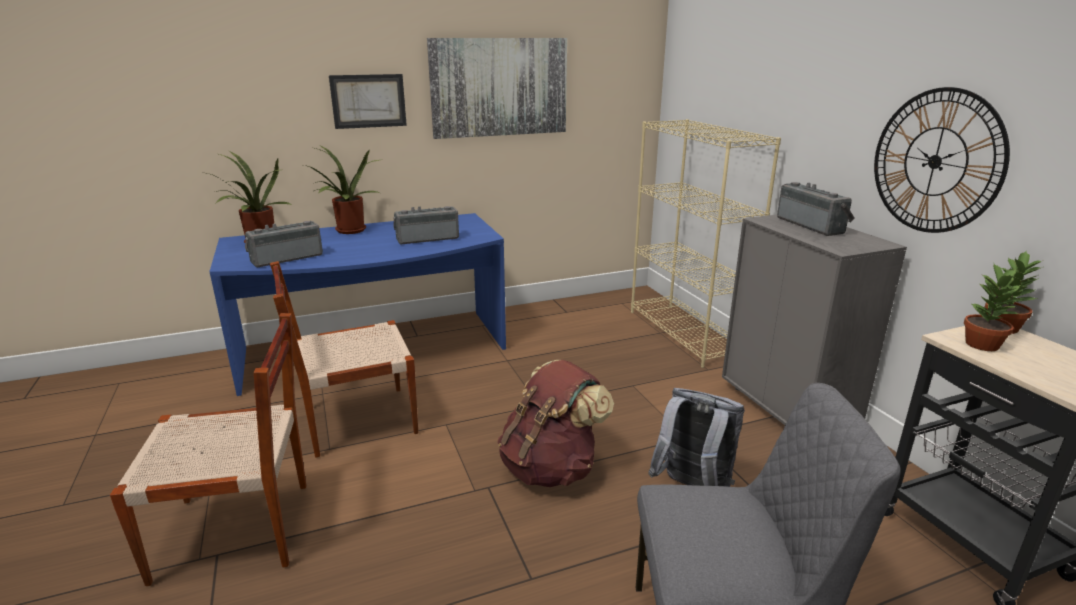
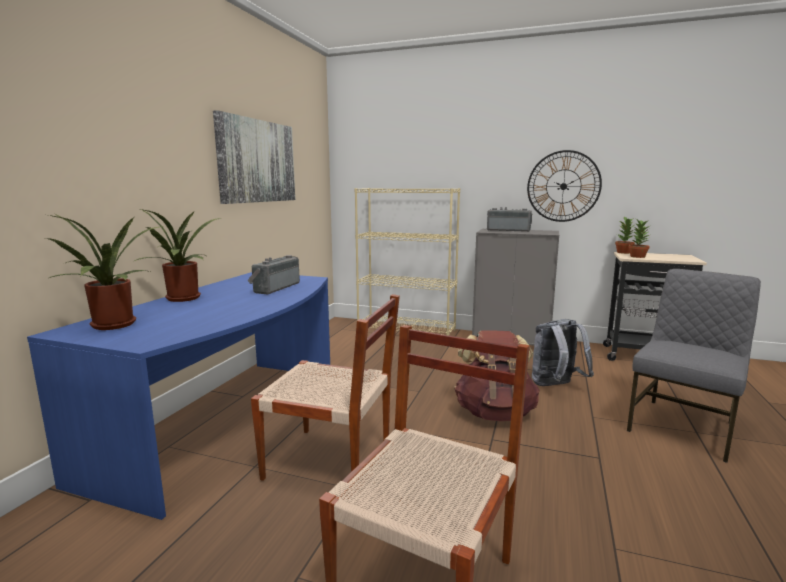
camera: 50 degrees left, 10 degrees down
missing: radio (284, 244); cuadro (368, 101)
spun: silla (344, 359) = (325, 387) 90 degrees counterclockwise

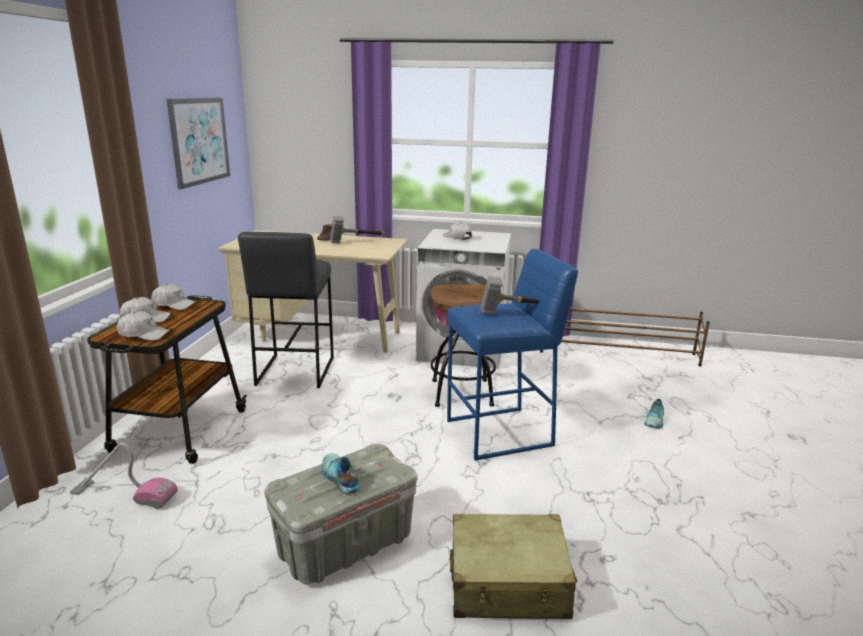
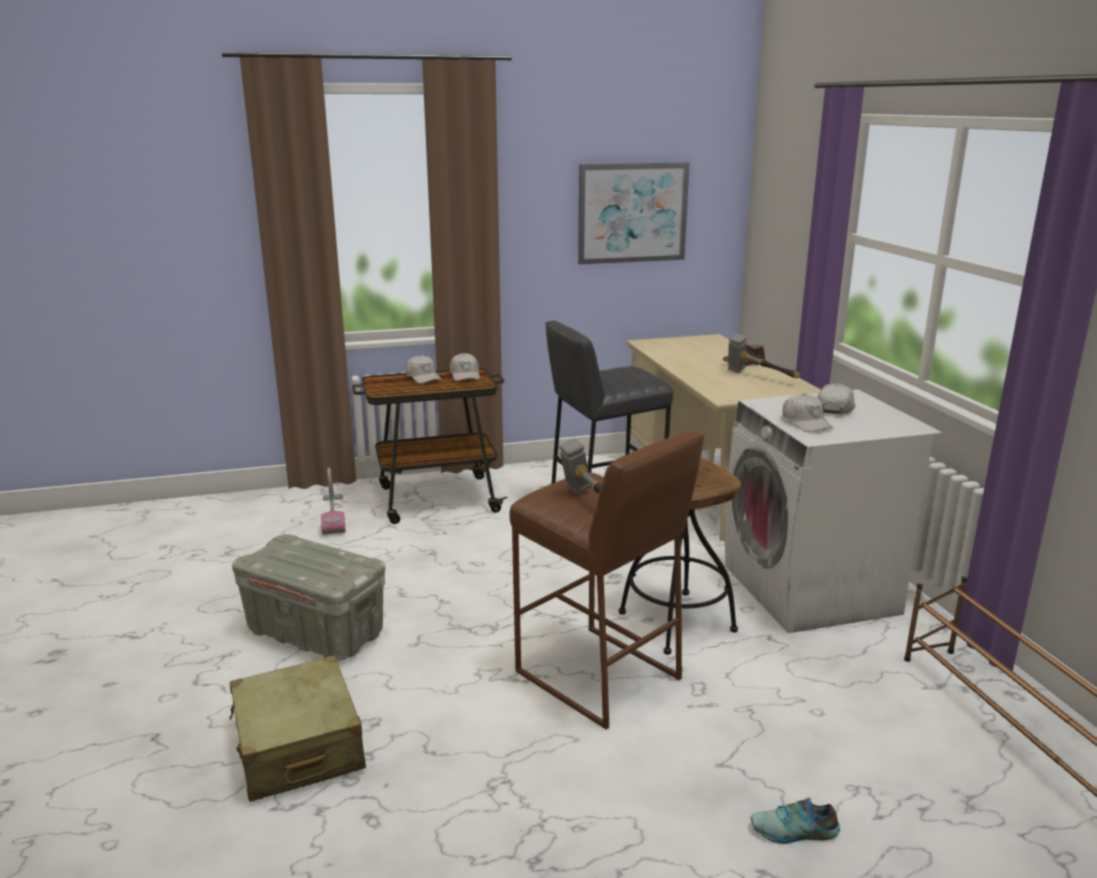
camera: 65 degrees right, 0 degrees up
missing: zapato (341, 473)
relocated: gorra (blanco) (143, 326) to (807, 412)
colour: taburete (azul) (512, 355) to taburete (marrón) (607, 580)

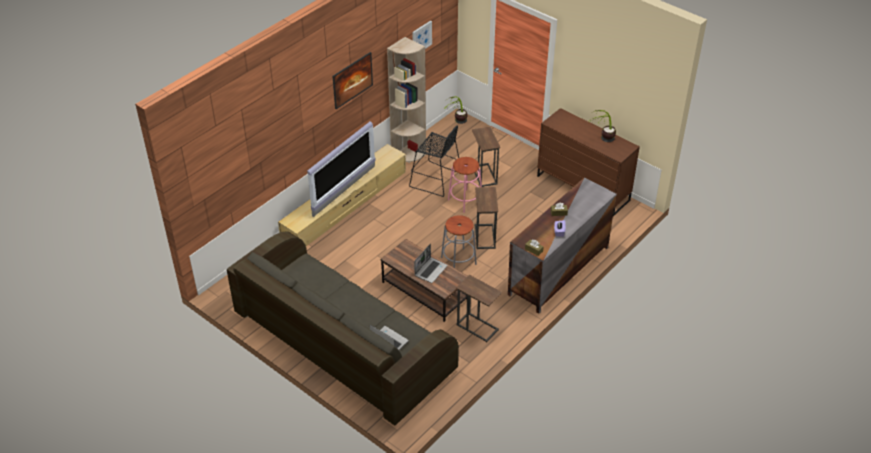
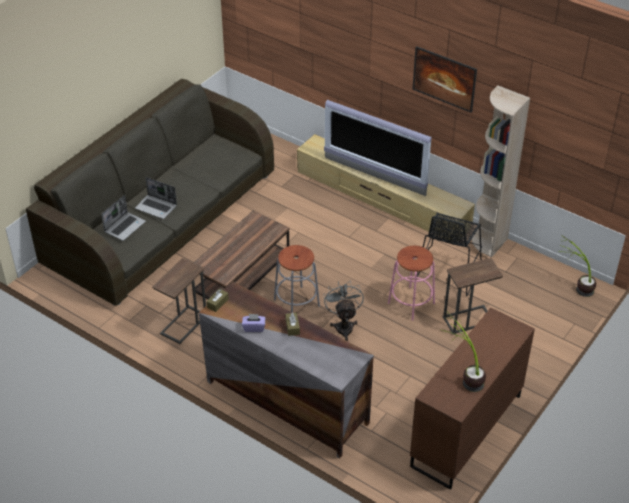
camera: 85 degrees right, 0 degrees up
missing: cuadro (422, 35)
relocated: portátil (431, 263) to (156, 198)
exchanged: mesa auxiliar (marrón) (486, 218) to ventilador (gris) (344, 311)

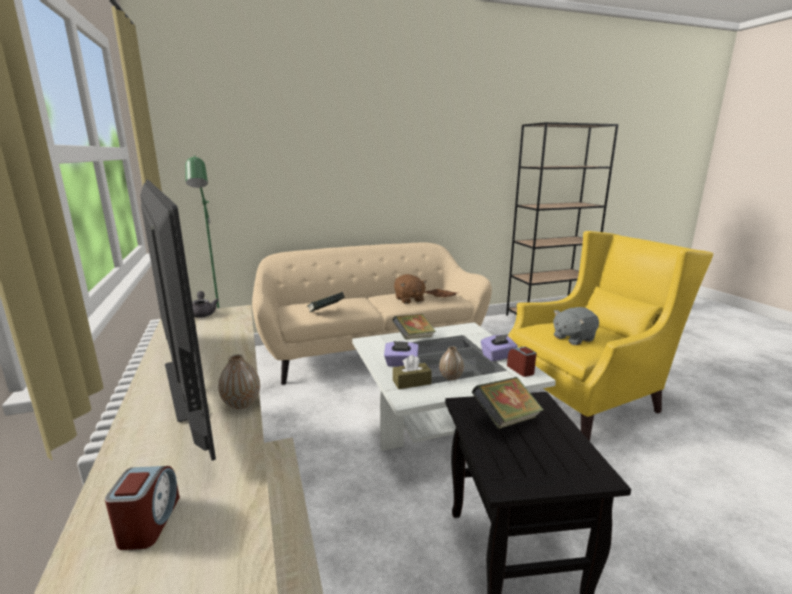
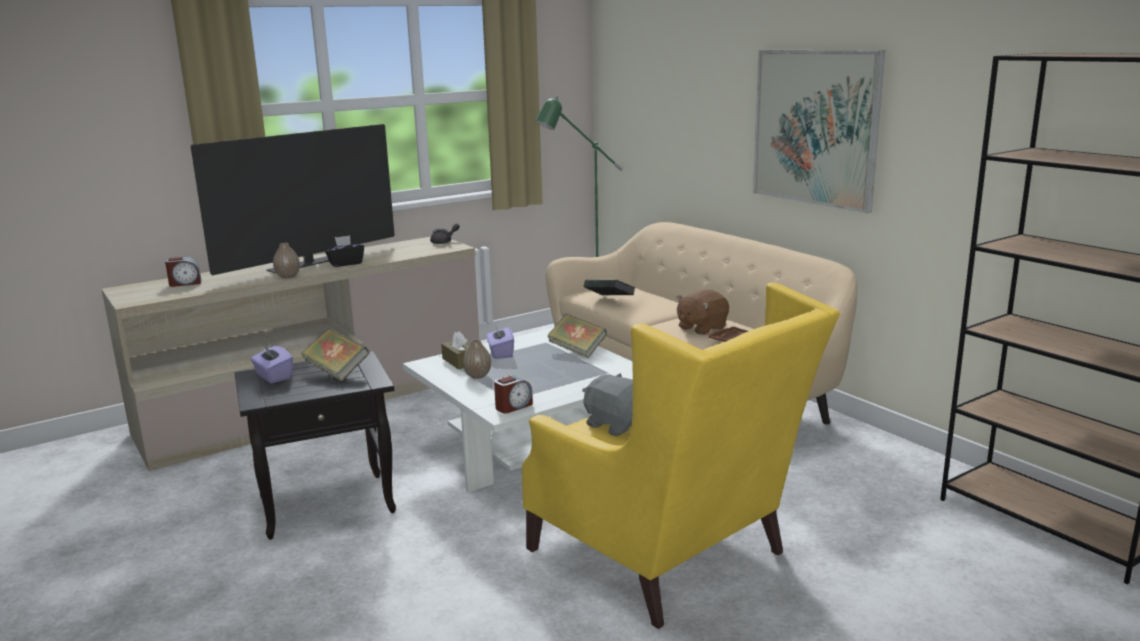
camera: 75 degrees right, 0 degrees up
appeared: caja de pañuelos (negro) (344, 251); cuadro (819, 131)
relocated: caja de pañuelos (morado) (499, 347) to (271, 363)

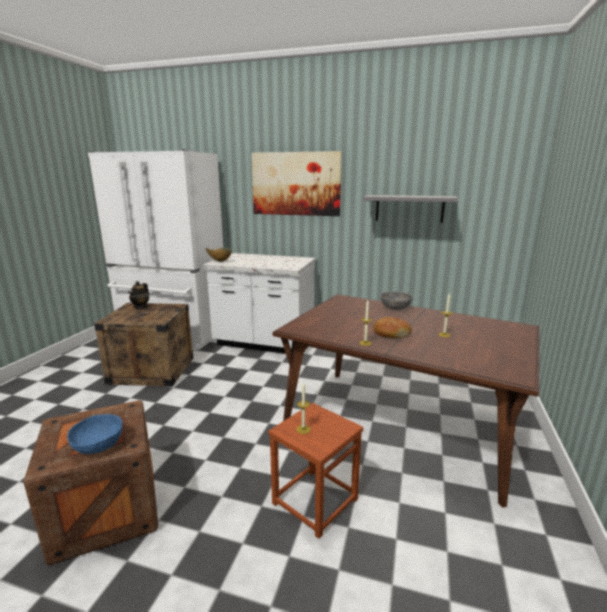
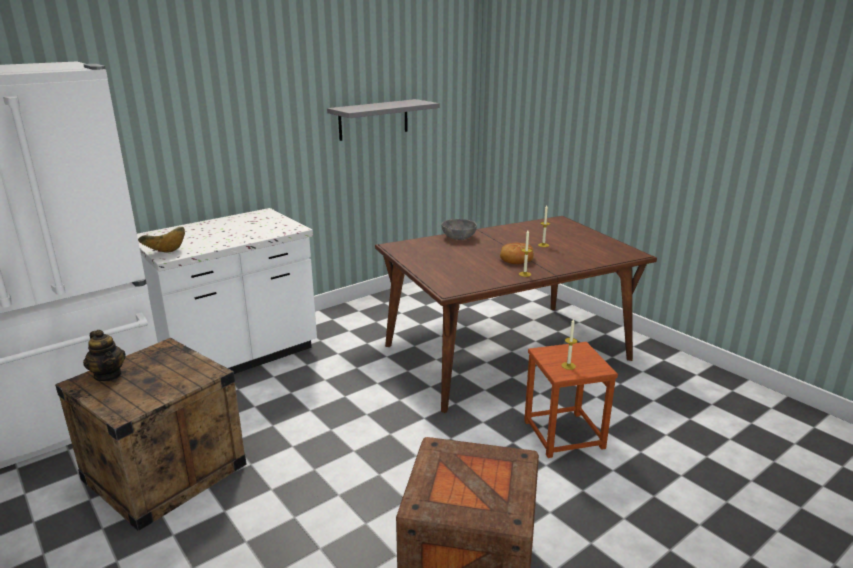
camera: 55 degrees left, 5 degrees up
missing: cuenco (azul) (95, 434); cuadro (296, 183)

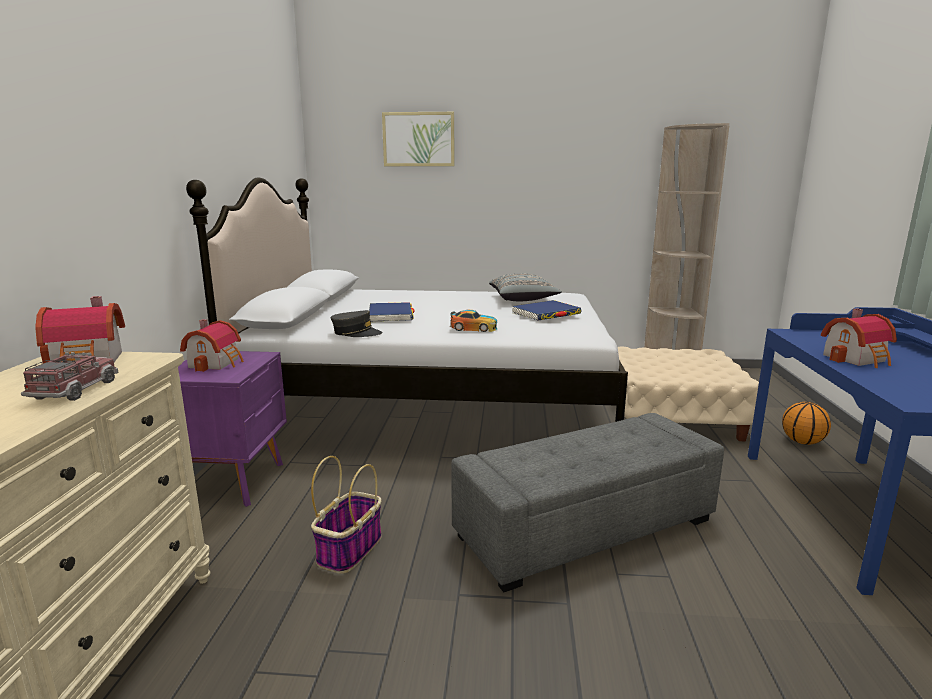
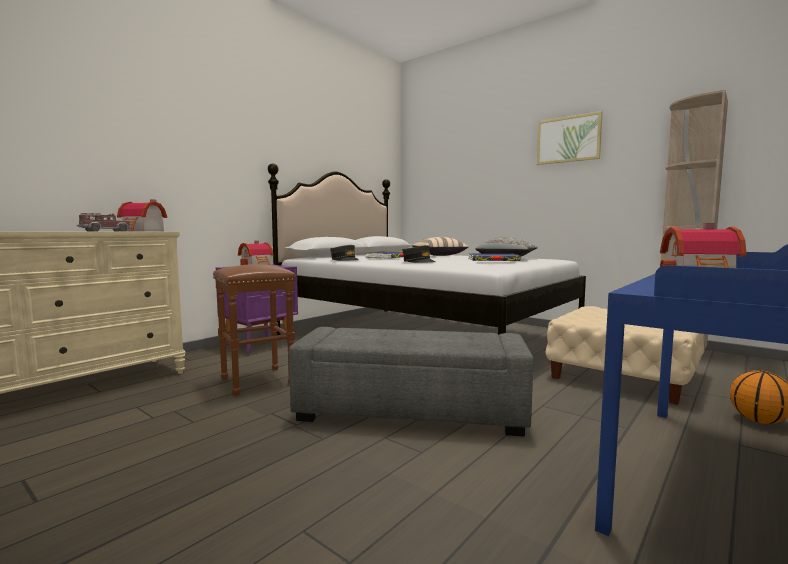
camera: 35 degrees right, 10 degrees down
appeared: cojín (beis) (440, 246)
relocated: cuadro (418, 139) to (570, 138)
exchanged: cesta (346, 515) to taburete (marrón) (254, 330); coche de juguete (473, 321) to gorra (gris) (419, 254)

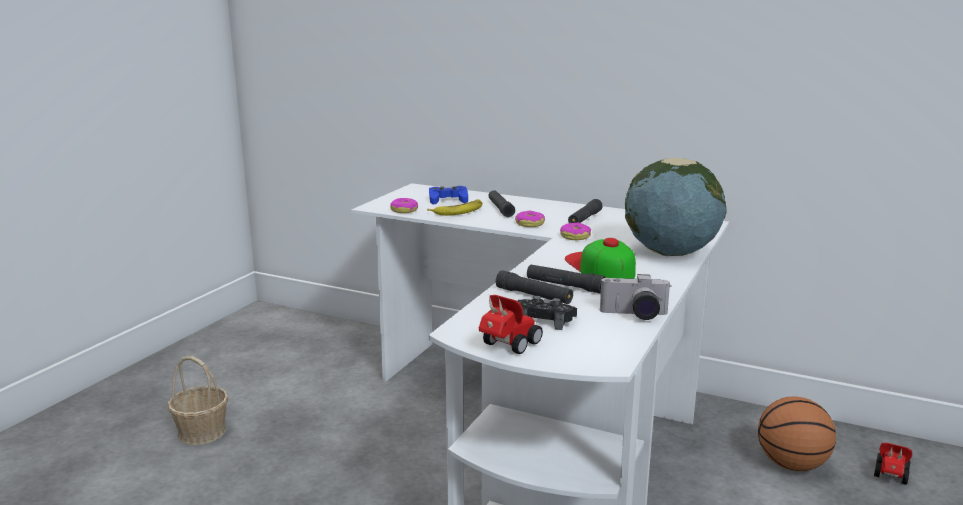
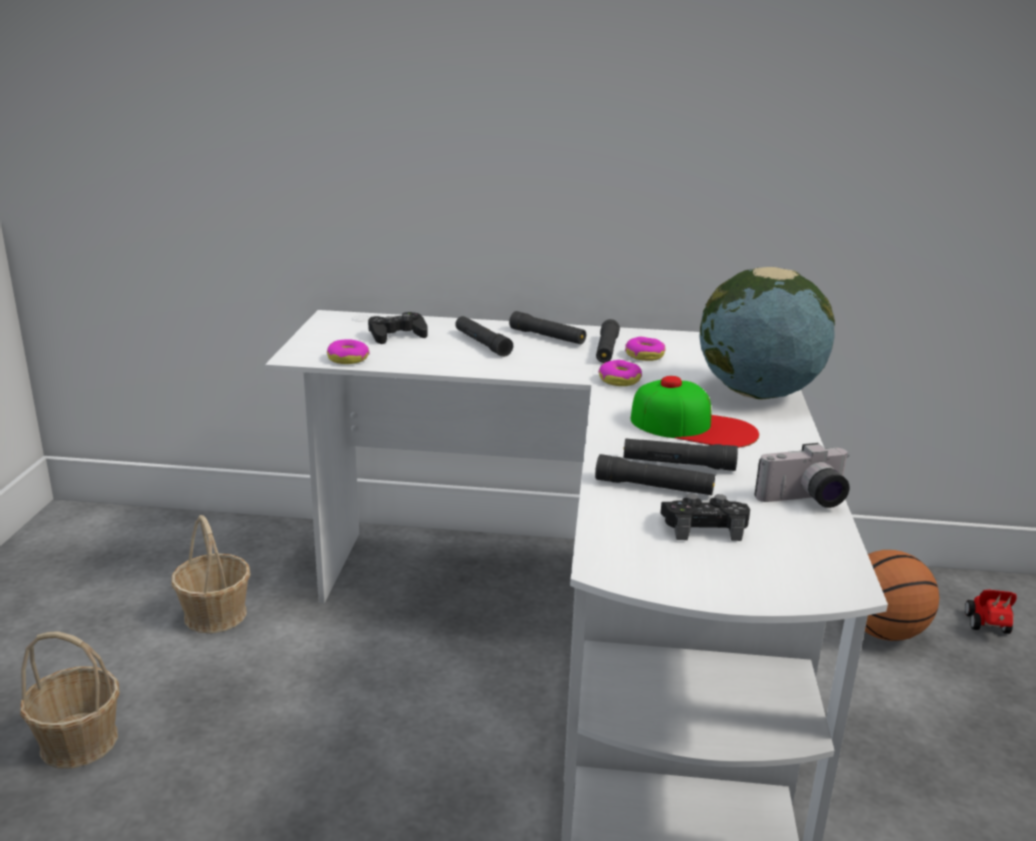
camera: 20 degrees left, 5 degrees up
missing: plátano (455, 207); coche de juguete (511, 324)
appeared: cesta (210, 574); linterna (negro) (547, 327)
relocated: rosquilla (530, 218) to (645, 349)
colour: mando de consola (azul) (448, 195) to mando de consola (negro) (398, 328)
spun: gorra (600, 258) = (695, 412) 150 degrees clockwise

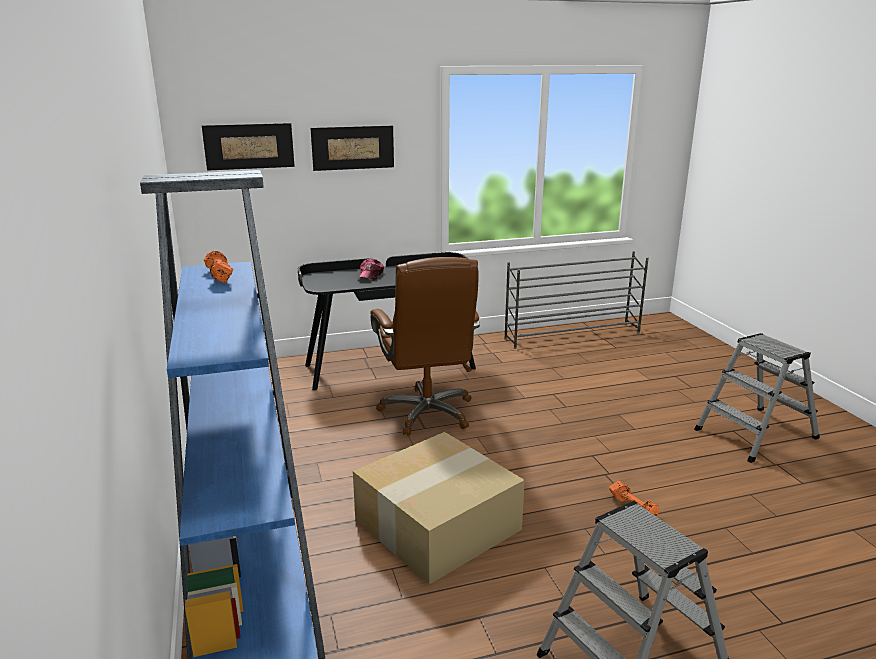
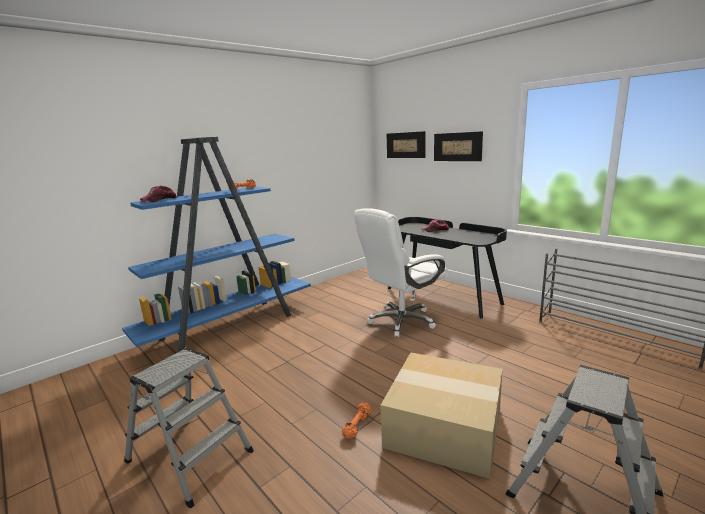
camera: 65 degrees right, 5 degrees down
appeared: gorra (158, 194)
relocated: caja de cartón (439, 508) to (441, 416)
colour: silla de oficina (marrón) (425, 346) to silla de oficina (blanco) (401, 272)

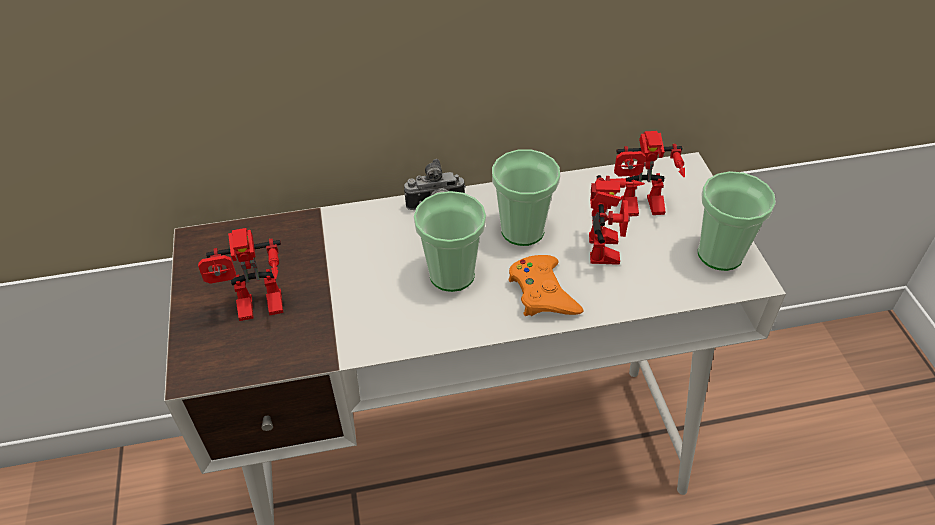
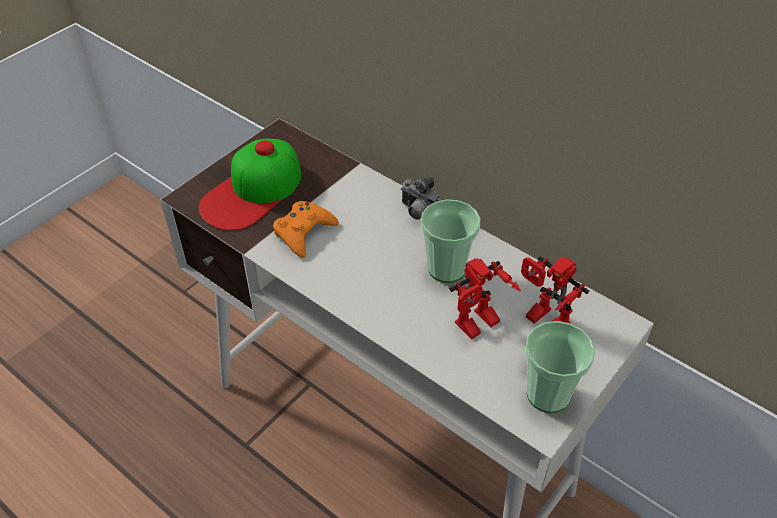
camera: 50 degrees right, 0 degrees up
missing: taza (450, 241)
relocated: mando de consola (naranja) (545, 285) to (306, 229)
exchanged: robot de juguete (240, 274) to gorra (250, 184)

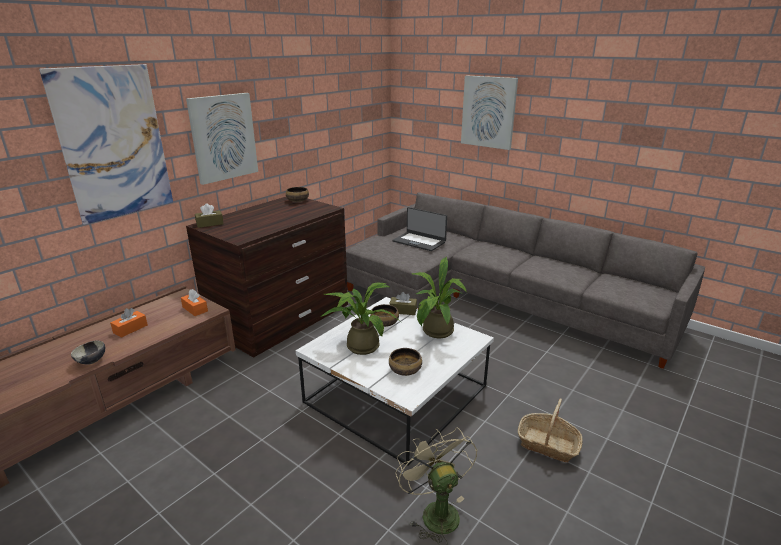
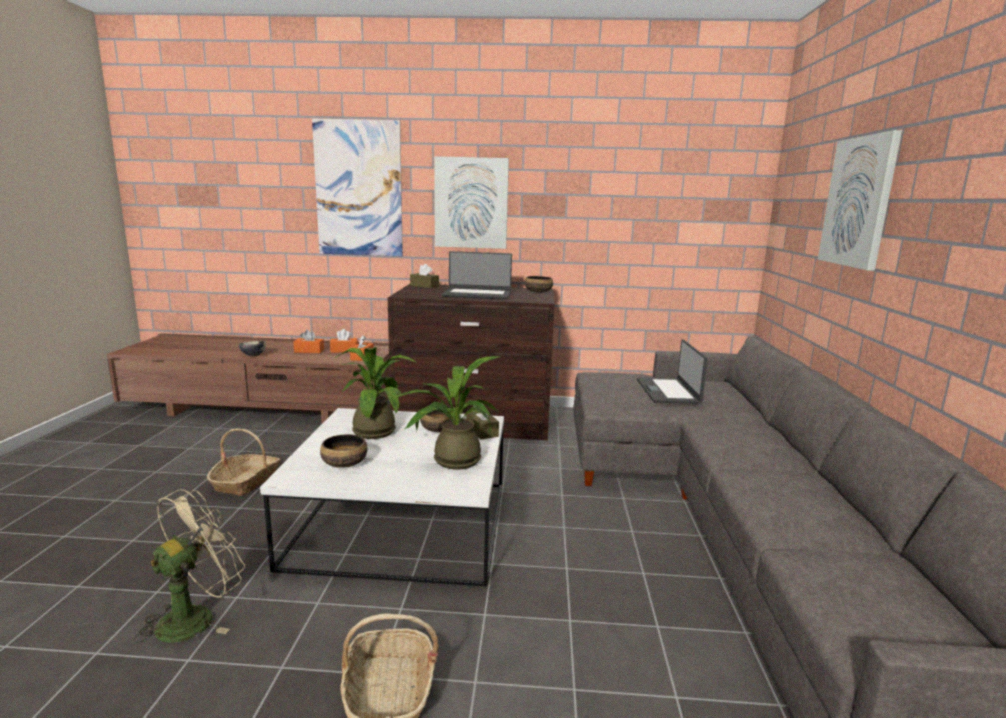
camera: 55 degrees right, 10 degrees down
appeared: cesta (244, 462); caja de pañuelos (naranja) (344, 341); portátil (477, 275)

